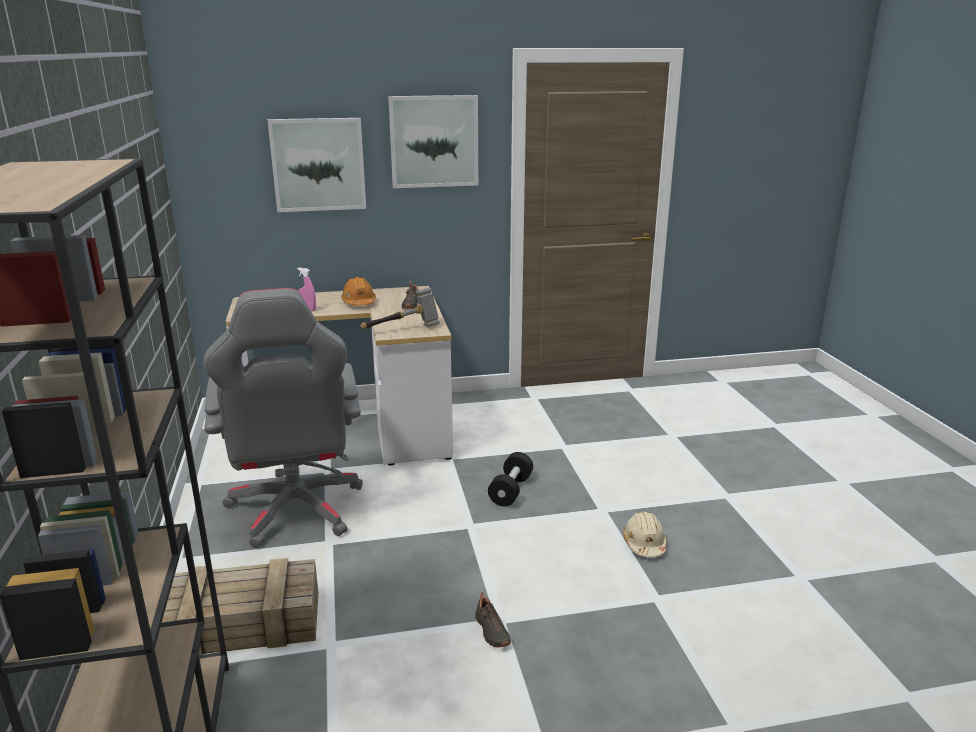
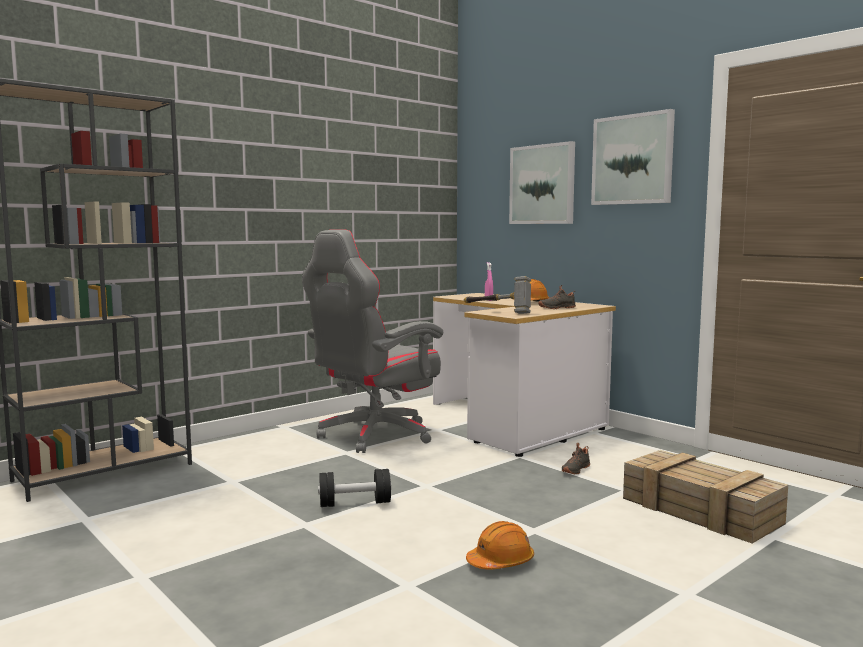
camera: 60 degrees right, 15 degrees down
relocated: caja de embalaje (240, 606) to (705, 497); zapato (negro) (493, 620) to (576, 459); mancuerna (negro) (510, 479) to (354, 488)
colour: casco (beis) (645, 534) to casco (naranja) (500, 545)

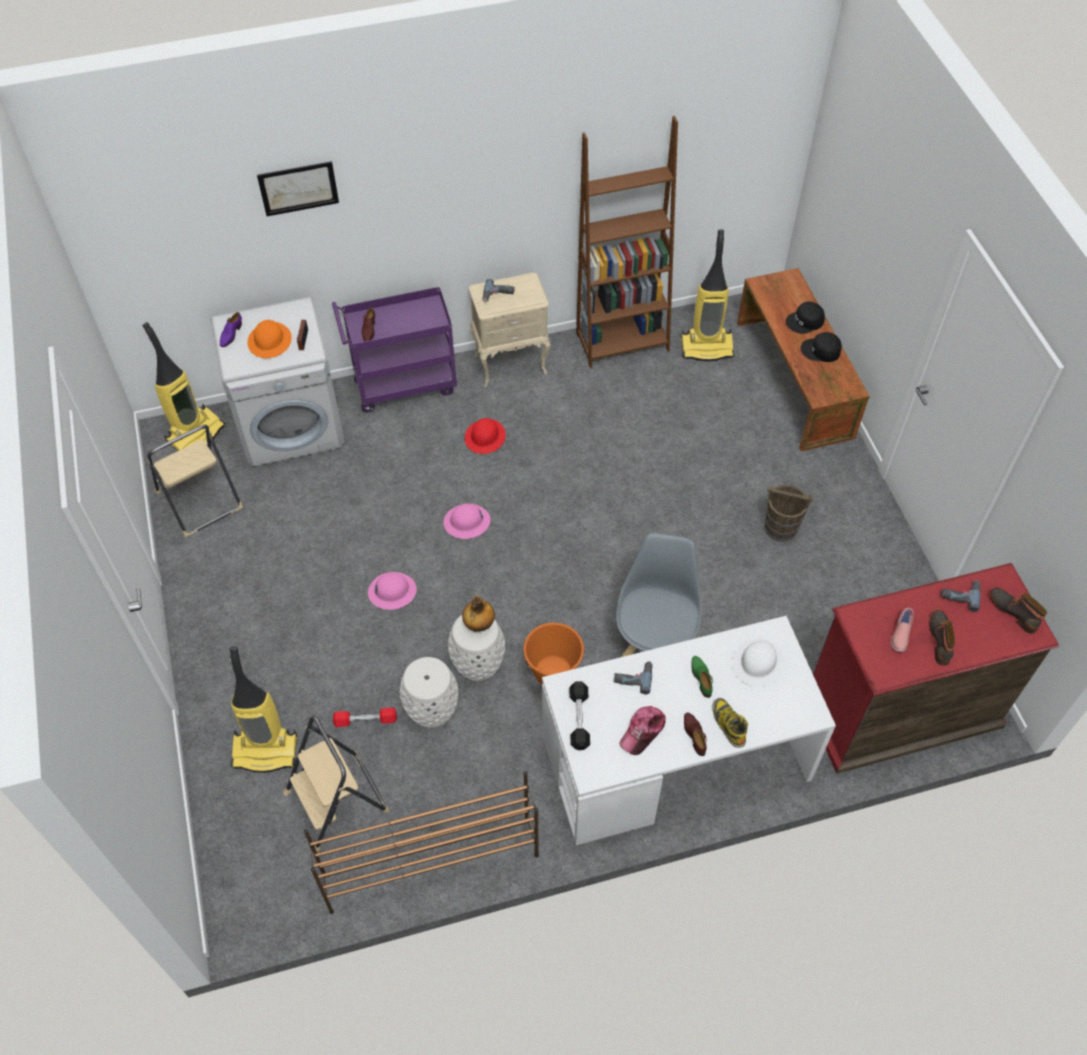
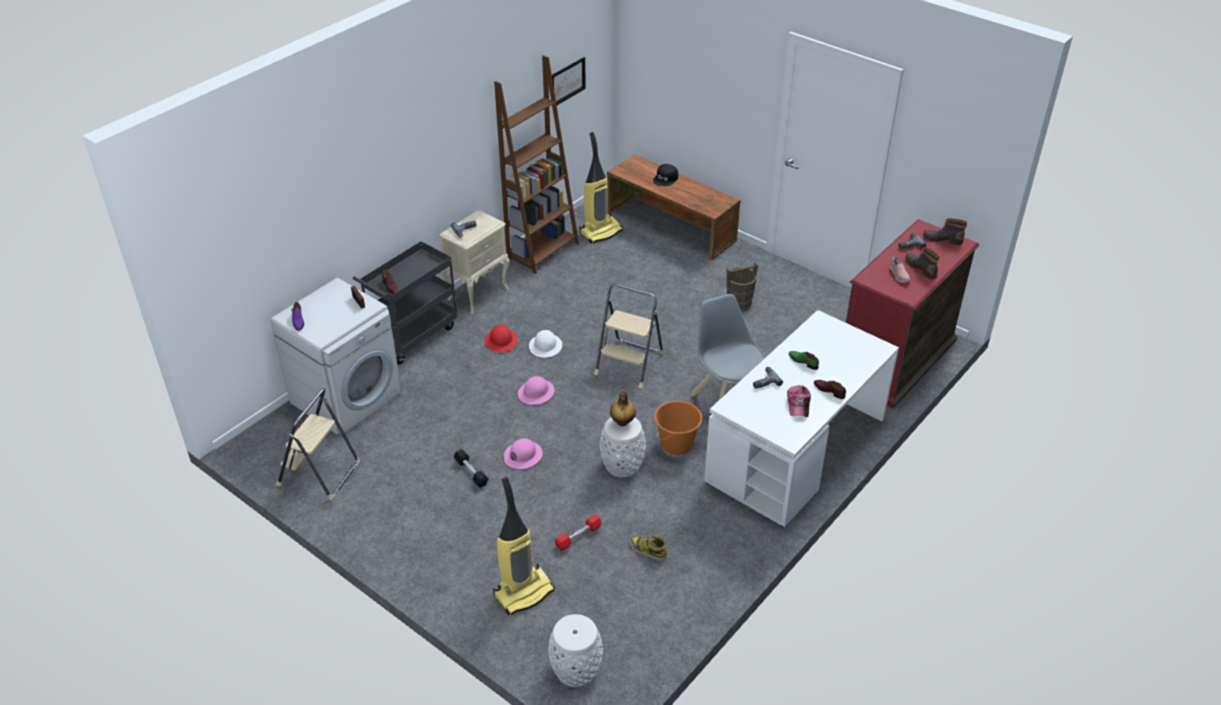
camera: 35 degrees left, 15 degrees down
missing: aspiradora (183, 386); casco (naranja) (269, 339); zapatero (marrón) (421, 842); gorra (negro) (821, 347)
relocated: cuadro (298, 188) to (569, 81); escalera de tijera (beis) (336, 784) to (628, 336); taburete (blanco) (429, 692) to (575, 650); mancuerna (negro) (579, 715) to (471, 468); bota (730, 723) to (648, 548); casco (blanco) (758, 663) to (545, 344)
colour: carrito (morado) (394, 349) to carrito (gris) (405, 303)

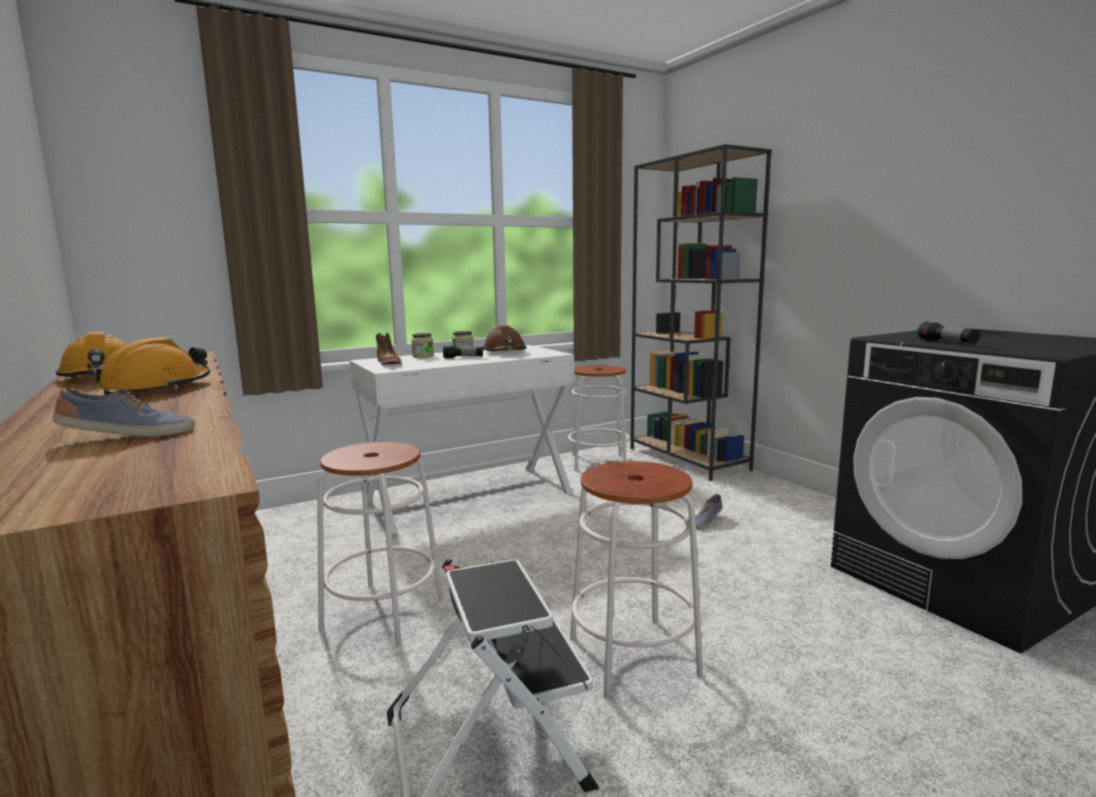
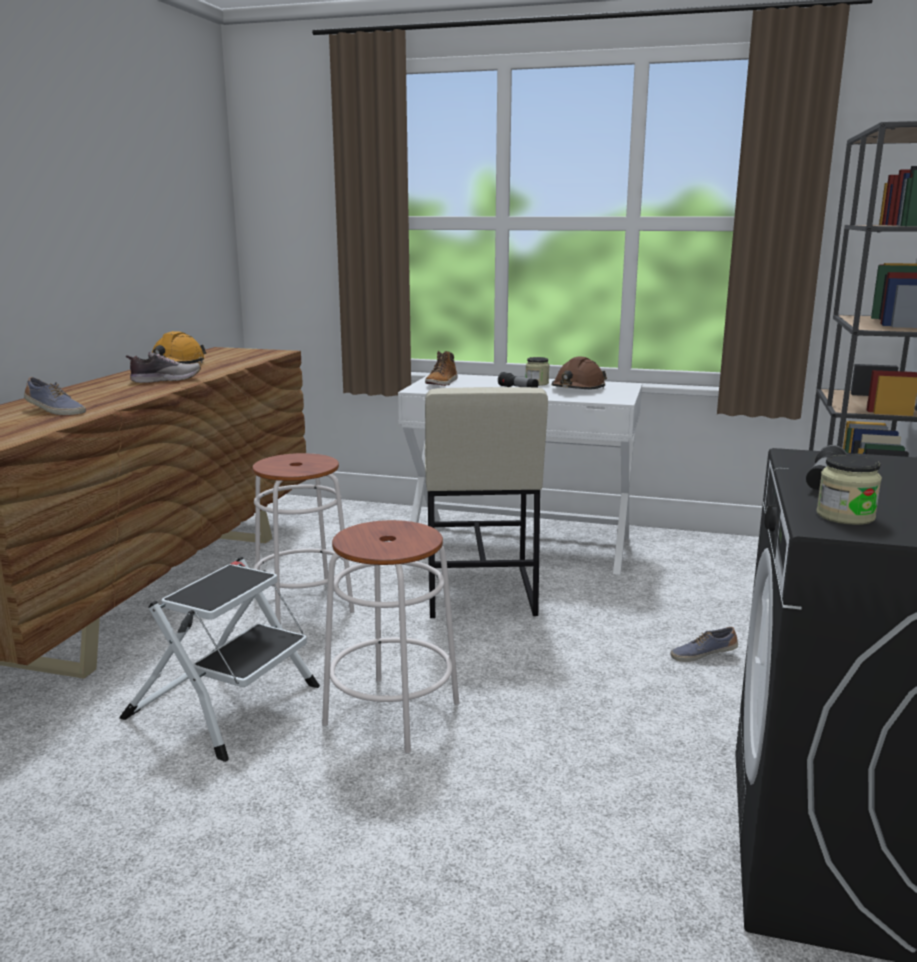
camera: 45 degrees right, 5 degrees up
missing: taburete (blanco) (599, 418)
appeared: silla (beis) (486, 502)
relocated: tarro (422, 345) to (849, 489)
exchanged: casco (naranja) (153, 366) to zapato (163, 367)

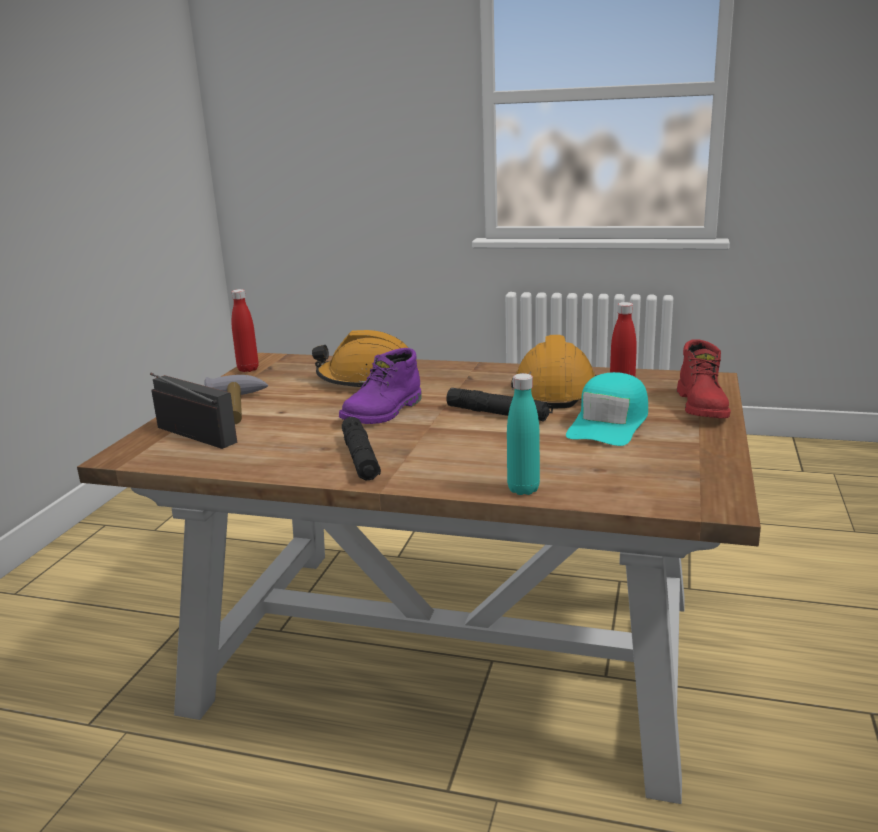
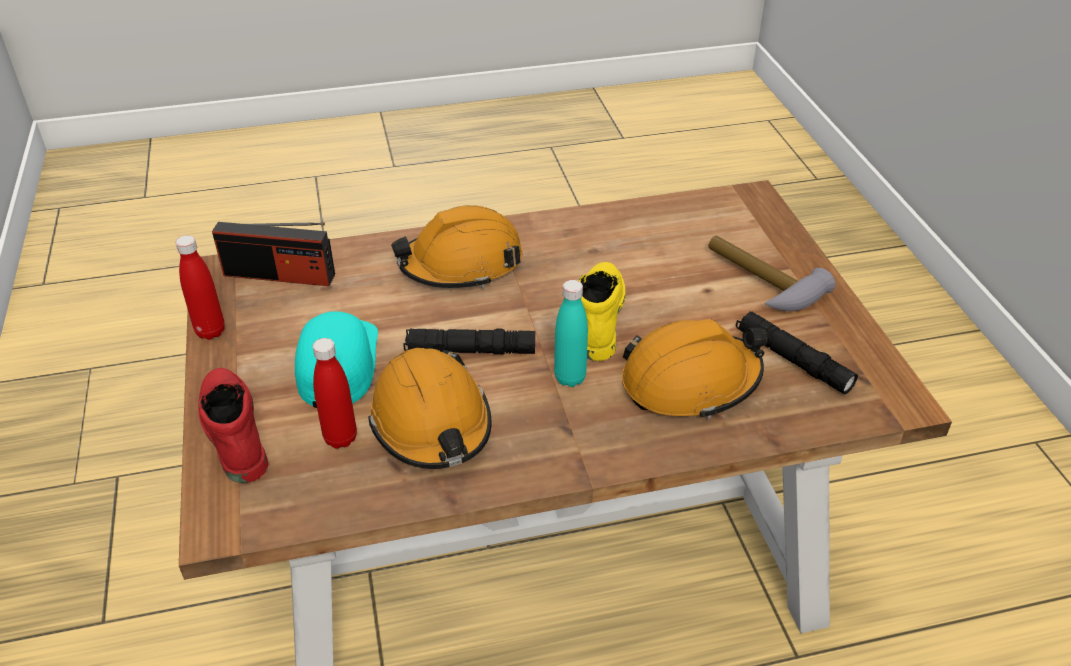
camera: 150 degrees right, 20 degrees up
appeared: casco (naranja) (456, 246)
relocated: radio (193, 411) to (273, 254); botella (rojo) (245, 330) to (200, 287); linterna (negro) (361, 448) to (797, 352); botella (turquesa) (523, 434) to (571, 333)
colour: bota (morado) (380, 386) to bota (amarillo) (602, 311)

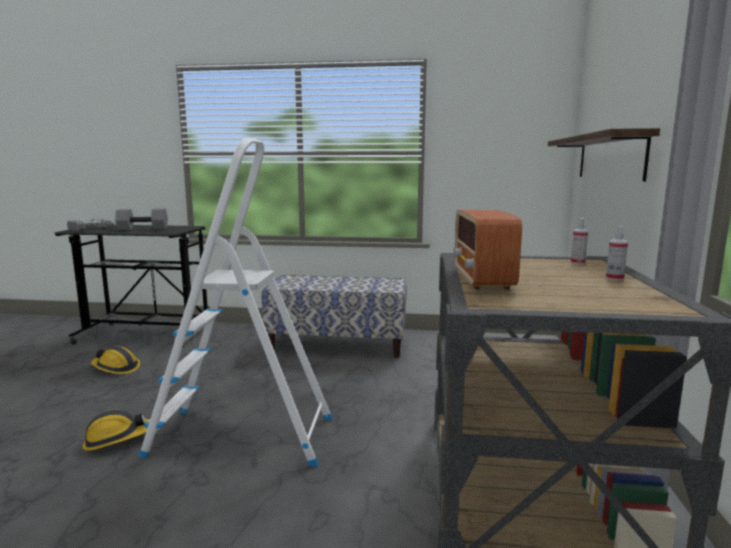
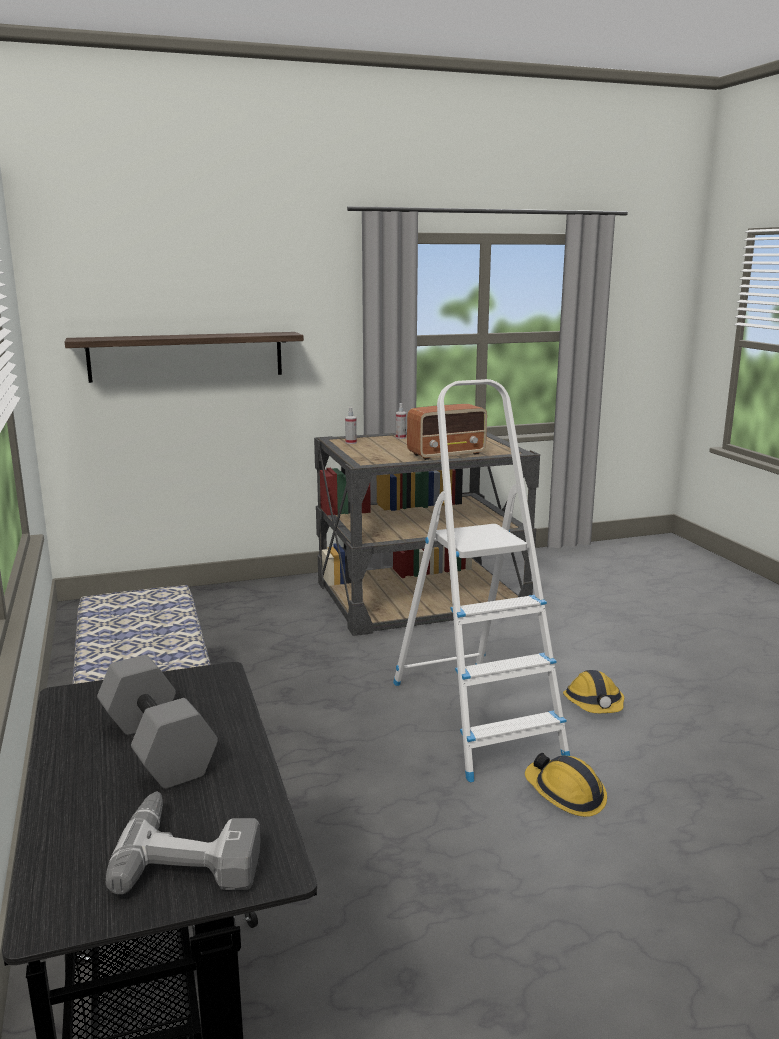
camera: 115 degrees left, 5 degrees up
relocated: casco (115, 360) to (593, 691)

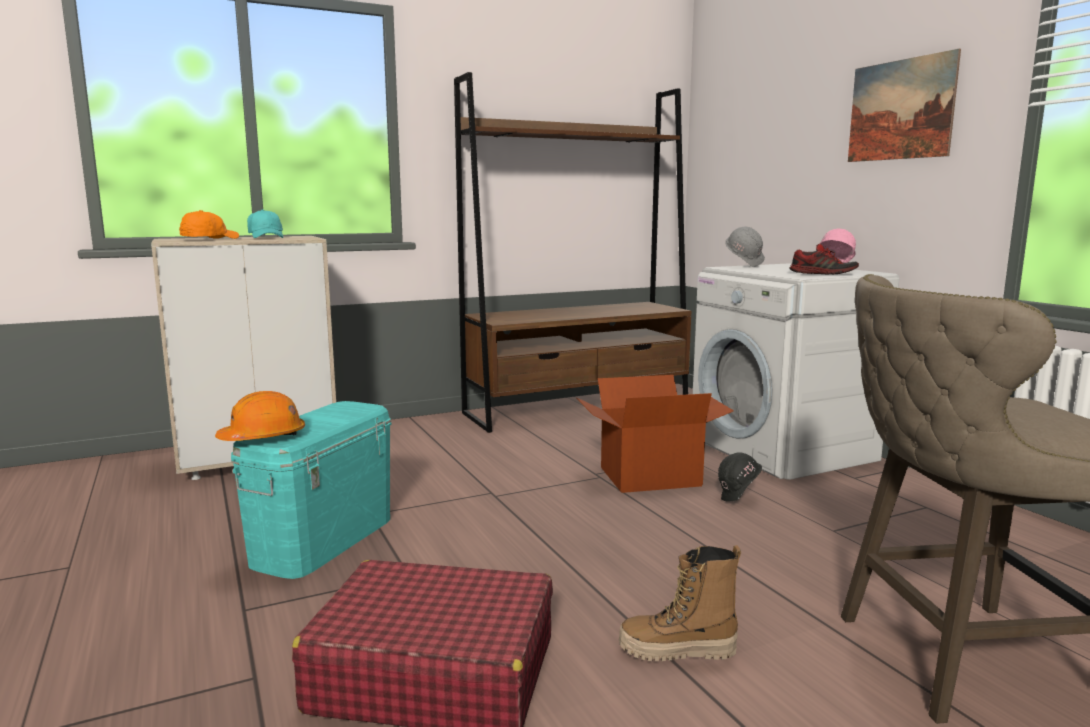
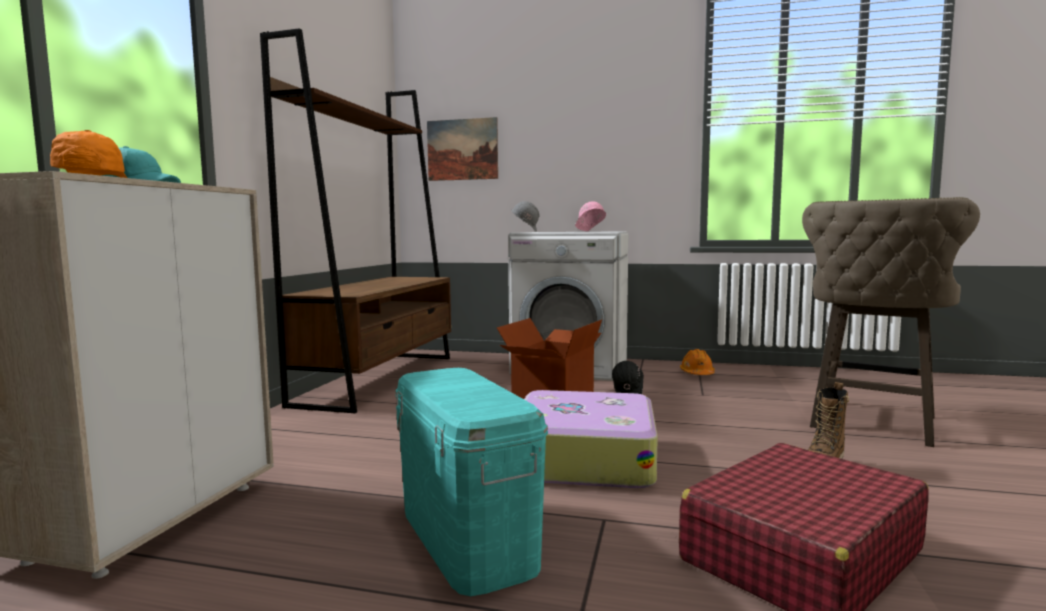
camera: 50 degrees left, 5 degrees down
missing: zapato (824, 259)
appeared: maleta (591, 439)
relocated: casco (naranja) (260, 416) to (697, 362); cuadro (904, 105) to (462, 149)

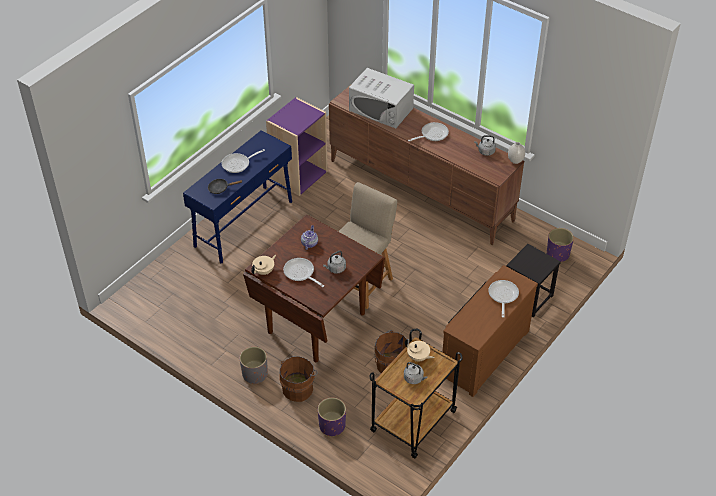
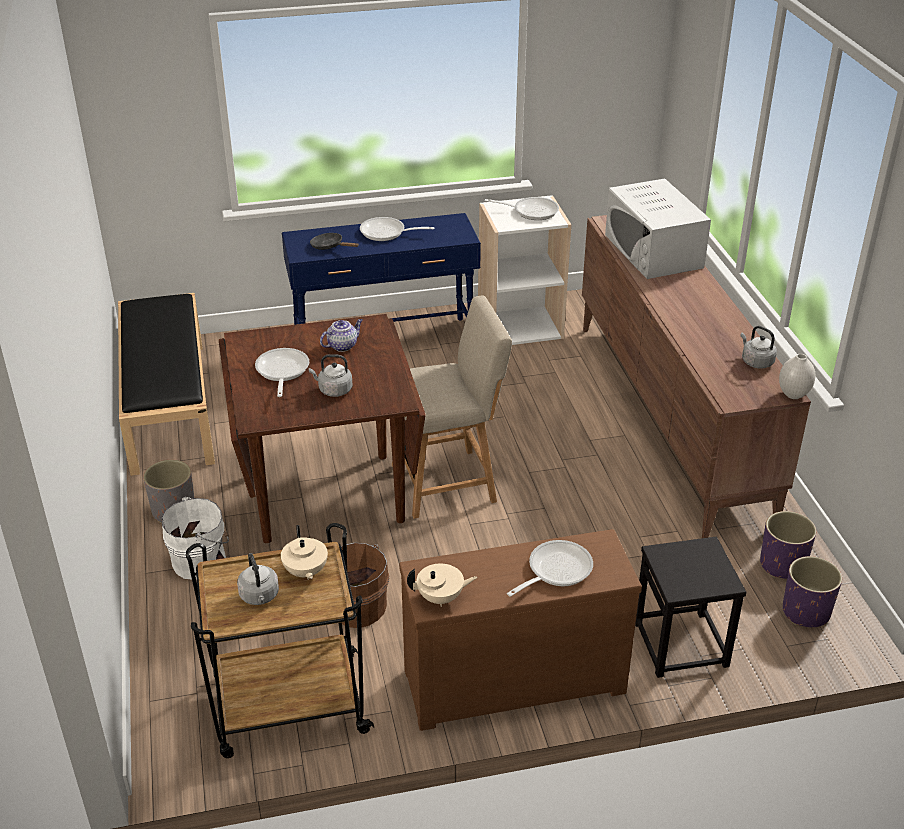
camera: 40 degrees right, 10 degrees down
appeared: banco (negro) (166, 384)
relocated: tetera (beis) (263, 265) to (442, 585); maceta (morado) (332, 417) to (788, 545); sartén (428, 132) to (522, 208)
colour: estantería (morado) (297, 146) to estantería (blanco) (524, 270); cubo (marrón) (299, 379) to cubo (blanco) (195, 538)

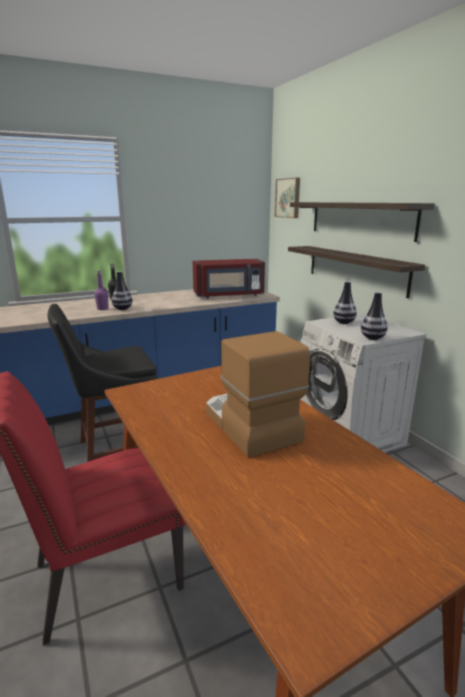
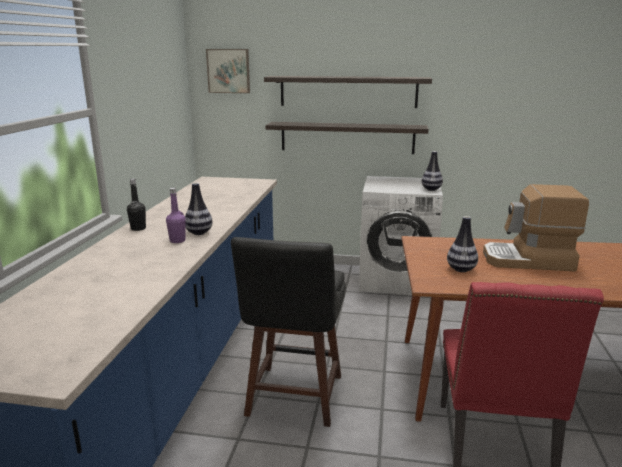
camera: 55 degrees left, 0 degrees up
missing: microondas (rojo) (229, 278)
relocated: florero (345, 302) to (462, 244)

